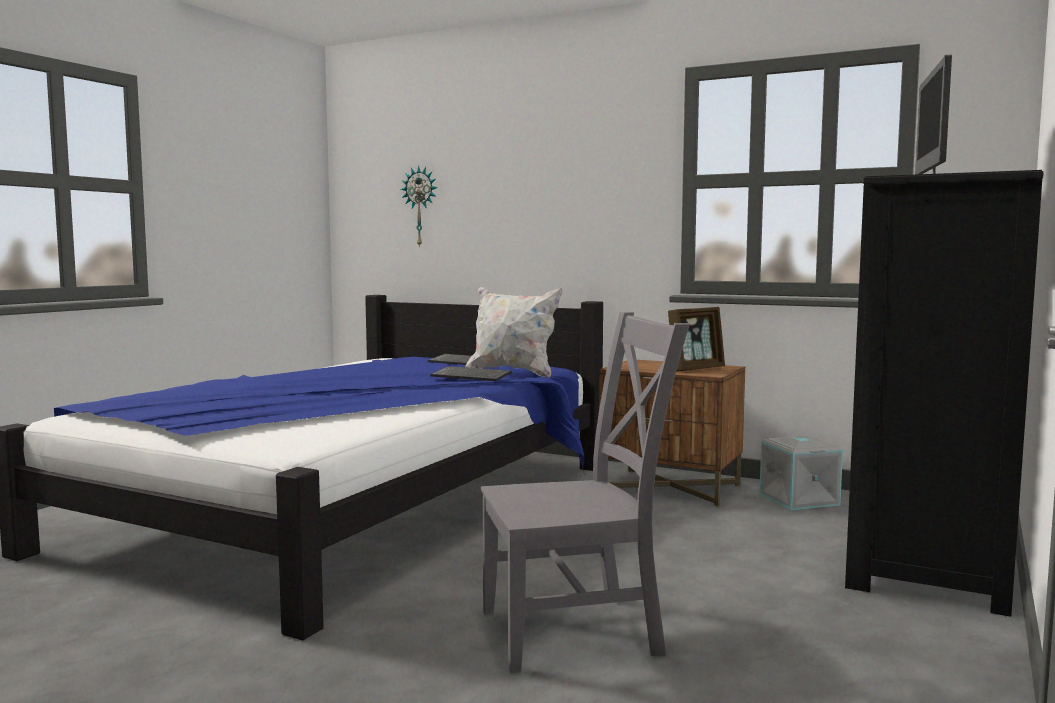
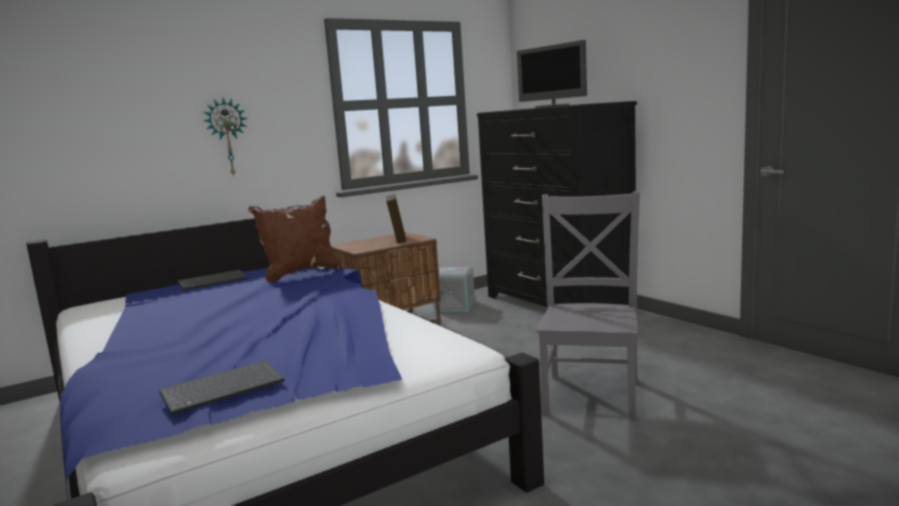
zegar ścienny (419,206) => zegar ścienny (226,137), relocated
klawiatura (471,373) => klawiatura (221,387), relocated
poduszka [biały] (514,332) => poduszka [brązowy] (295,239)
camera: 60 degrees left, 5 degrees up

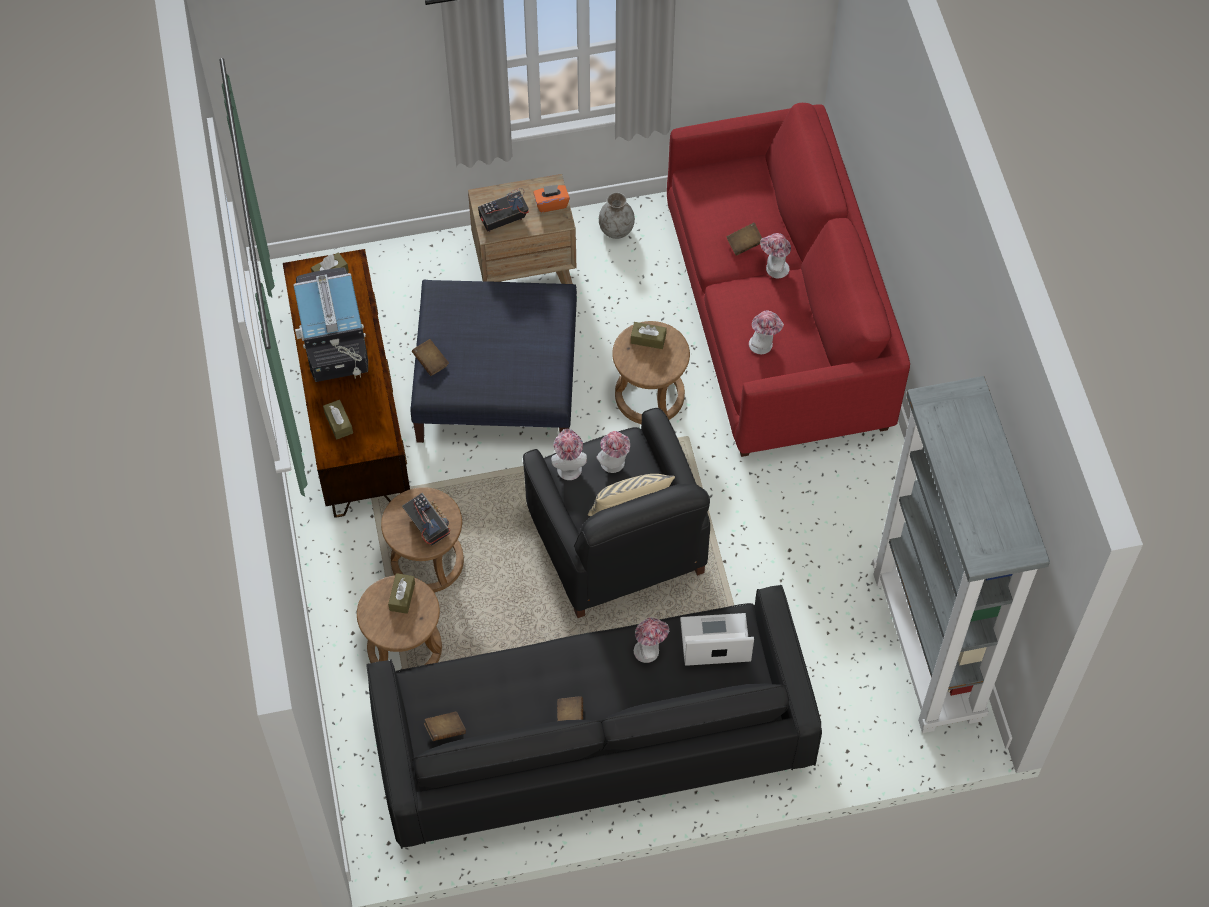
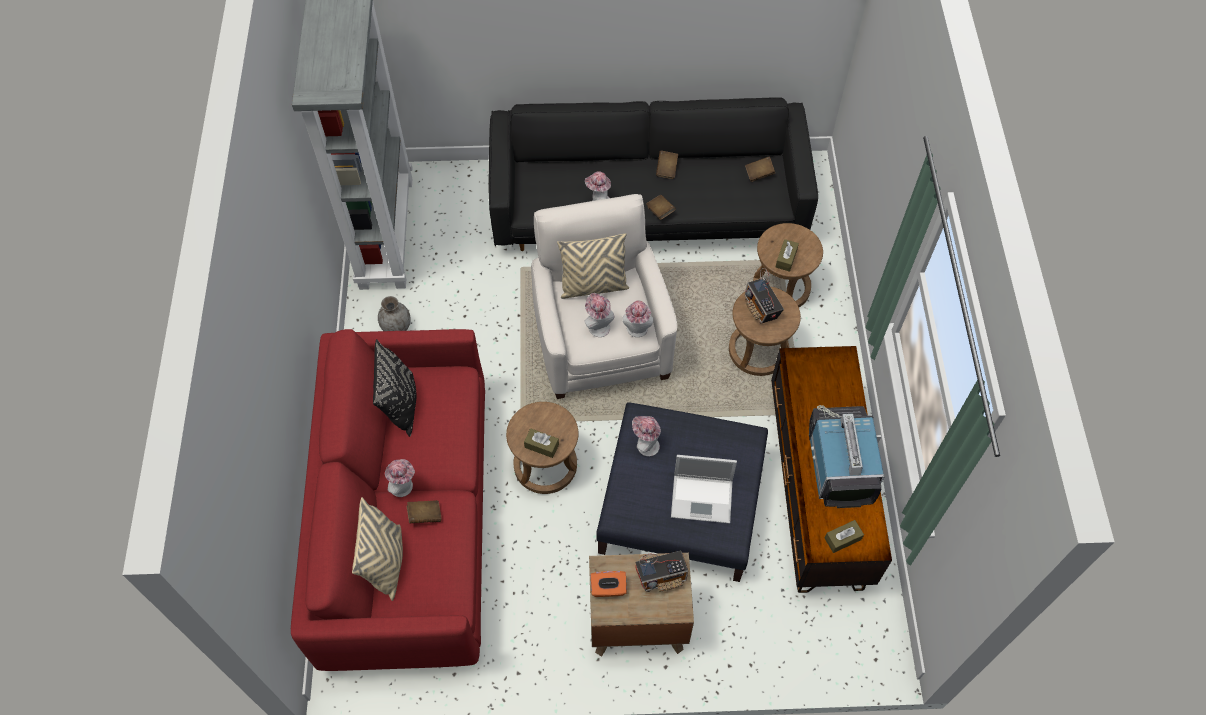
pudełko chusteczek [brązowy] (338,420) => nothing
nothing => poduszka [beżowy] (377,549)
nothing => poduszka [czarny] (394,388)
książka [brązowy] (430,357) => książka [brązowy] (661,207), relocated
wazon [szary] (617,215) => wazon [szary] (394,313), relocated
laptop (717,639) => laptop (704,489), relocated
kapelusz (766,332) => kapelusz (646,436), relocated
fotel [czarny] (616,513) => fotel [biały] (604,296)
camera: 170 degrees left, 0 degrees up

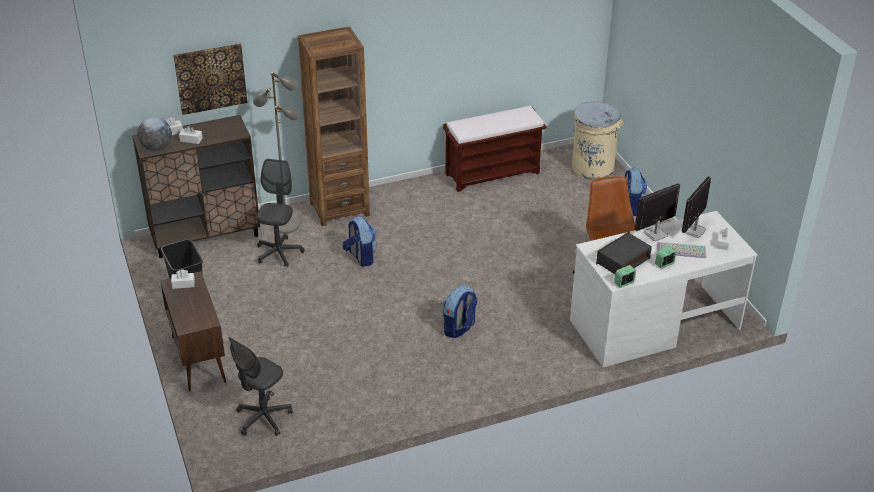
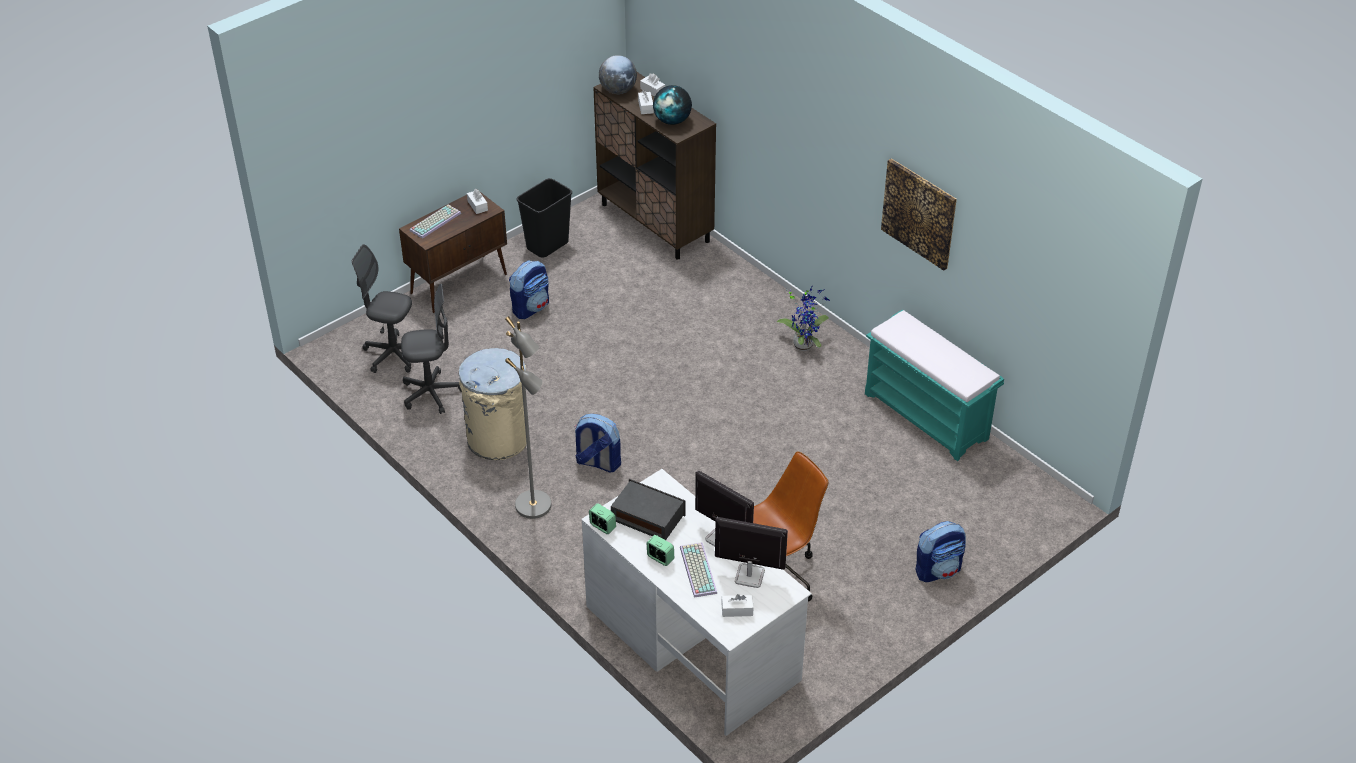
regał [brązowy] (334,126) => nothing
nothing => klawiatura (435,222)
nothing => globus (672,105)
nothing => roślina doniczkowa (803,318)
obraz (210,79) => obraz (919,214), relocated
lampa stojąca [szary] (276,153) => lampa stojąca [szary] (528,417), relocated
krzesło biurowe [szary] (280,213) => krzesło biurowe [szary] (431,349), relocated
plecak (360,241) => plecak (529,289), relocated
kosz na śmieci [beżowy] (598,141) => kosz na śmieci [beżowy] (493,404), relocated
ławka [brązowy] (495,149) => ławka [turkusowy] (934,385)
camera: 70 degrees right, 5 degrees up

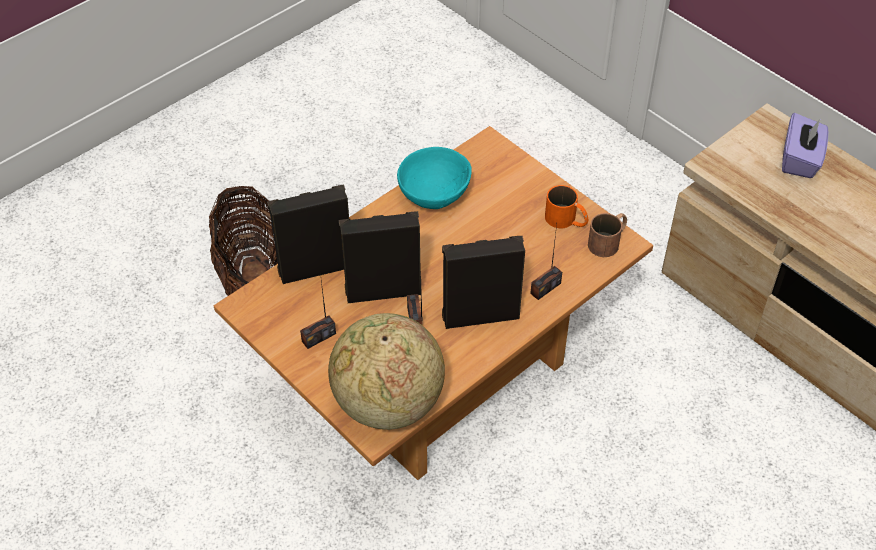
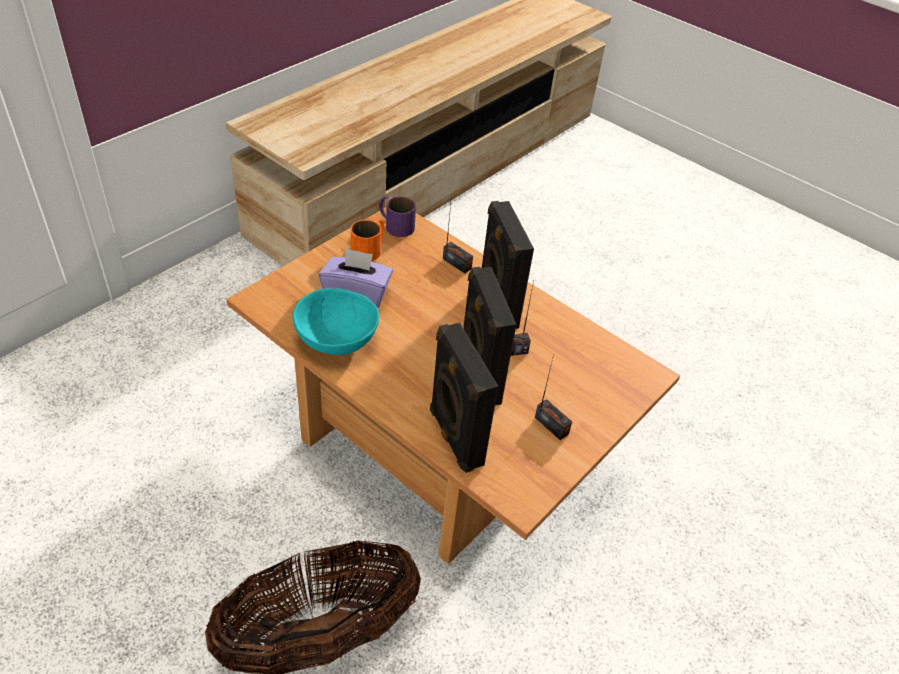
globus (386,371) => nothing
pudełko chusteczek [fioletowy] (805,145) => pudełko chusteczek [fioletowy] (356,278), relocated
kubek [brązowy] (607,235) => kubek [fioletowy] (397,216)
camera: 100 degrees left, 5 degrees down

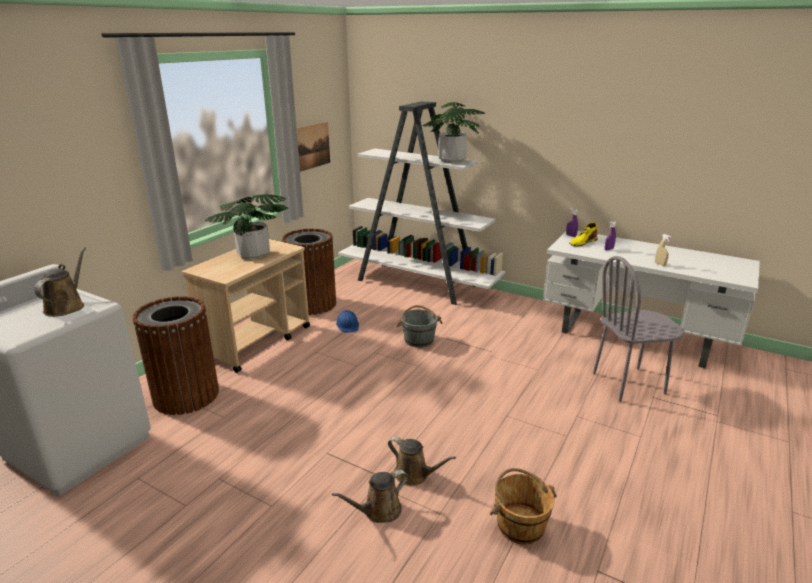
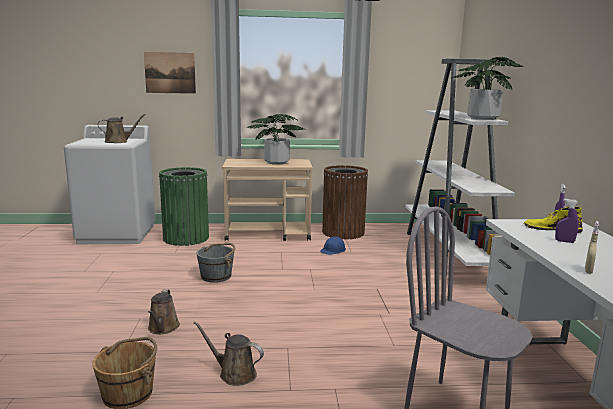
obraz (313,147) => obraz (170,73), relocated
konewka [brązowy] (370,496) => konewka [brązowy] (228,353), relocated
wiadro [szary] (419,326) => wiadro [szary] (215,263), relocated
kosz na śmieci [brązowy] (176,355) => kosz na śmieci [zielony] (184,206)
camera: 55 degrees right, 10 degrees down

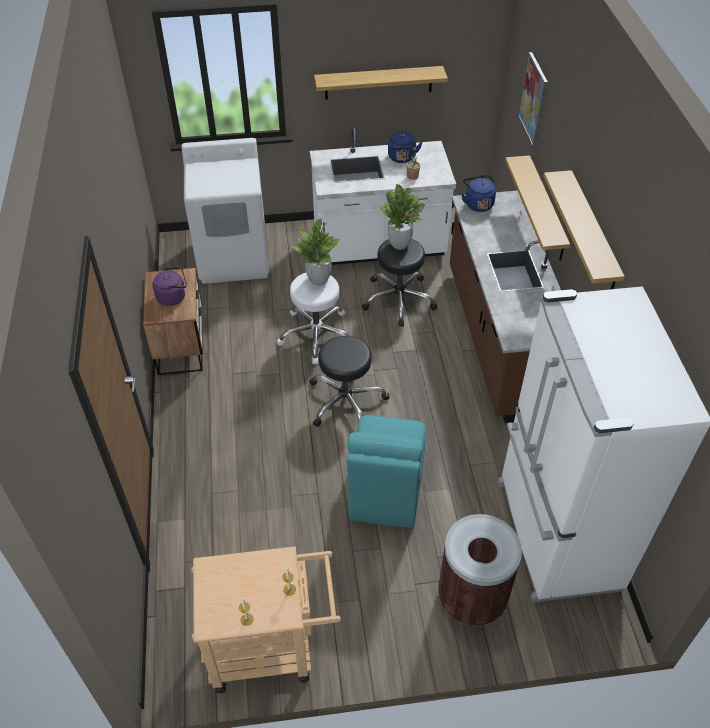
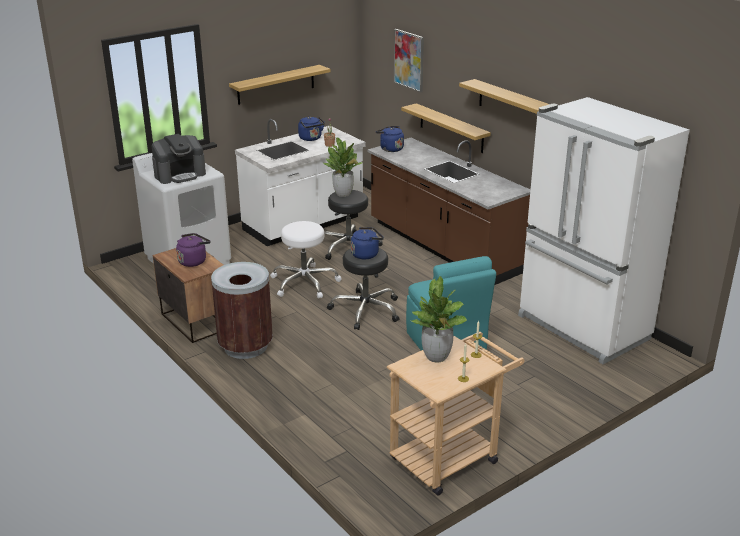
nothing => ekspres do kawy (179,159)
nothing => czajnik [niebieski] (367,243)
roślina doniczkowa (316,251) => roślina doniczkowa (439,319), relocated
kosz na śmieci [brązowy] (480,570) => kosz na śmieci [brązowy] (242,310), relocated
camera: 30 degrees left, 20 degrees down

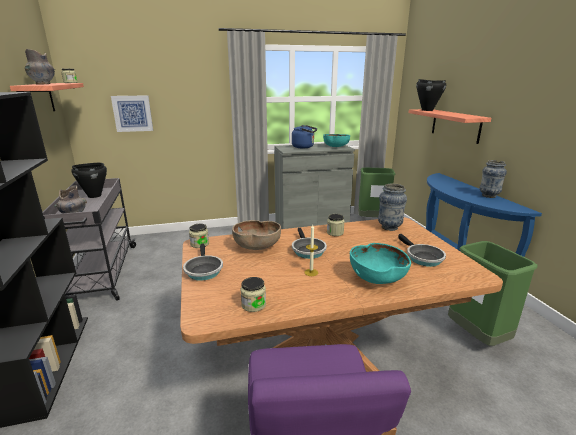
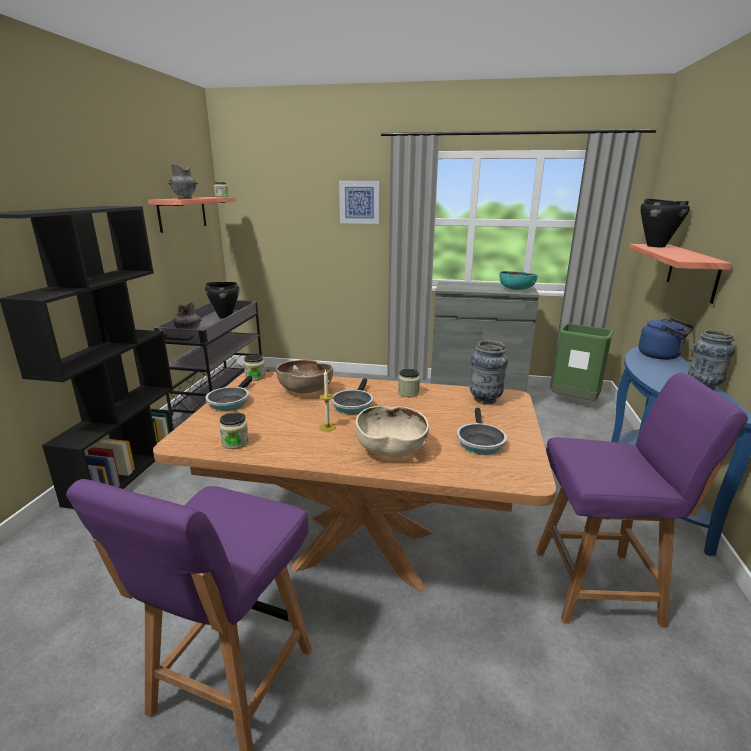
obraz (132,113) => obraz (359,202), relocated
czajnik [niebieski] (304,136) => czajnik [niebieski] (666,339), relocated
kosz na śmieci [zielony] (493,293) => krzesło [fioletowy] (642,500)
miska [turkusowy] (380,263) => miska [beżowy] (392,431)
camera: 25 degrees right, 0 degrees up

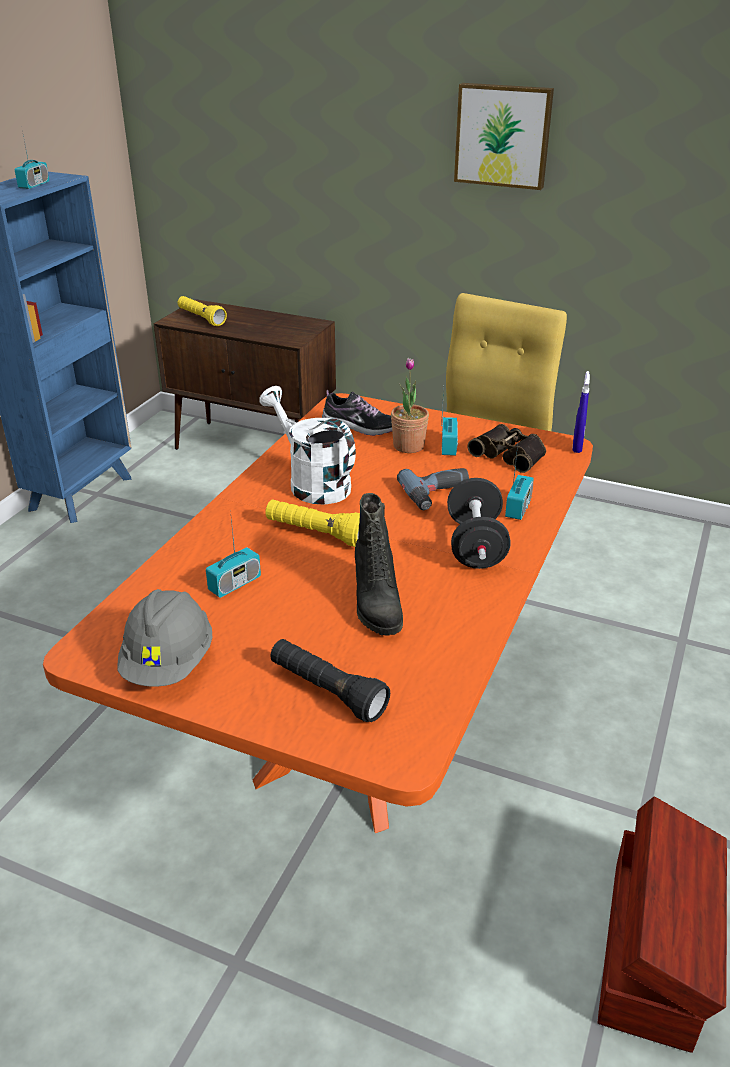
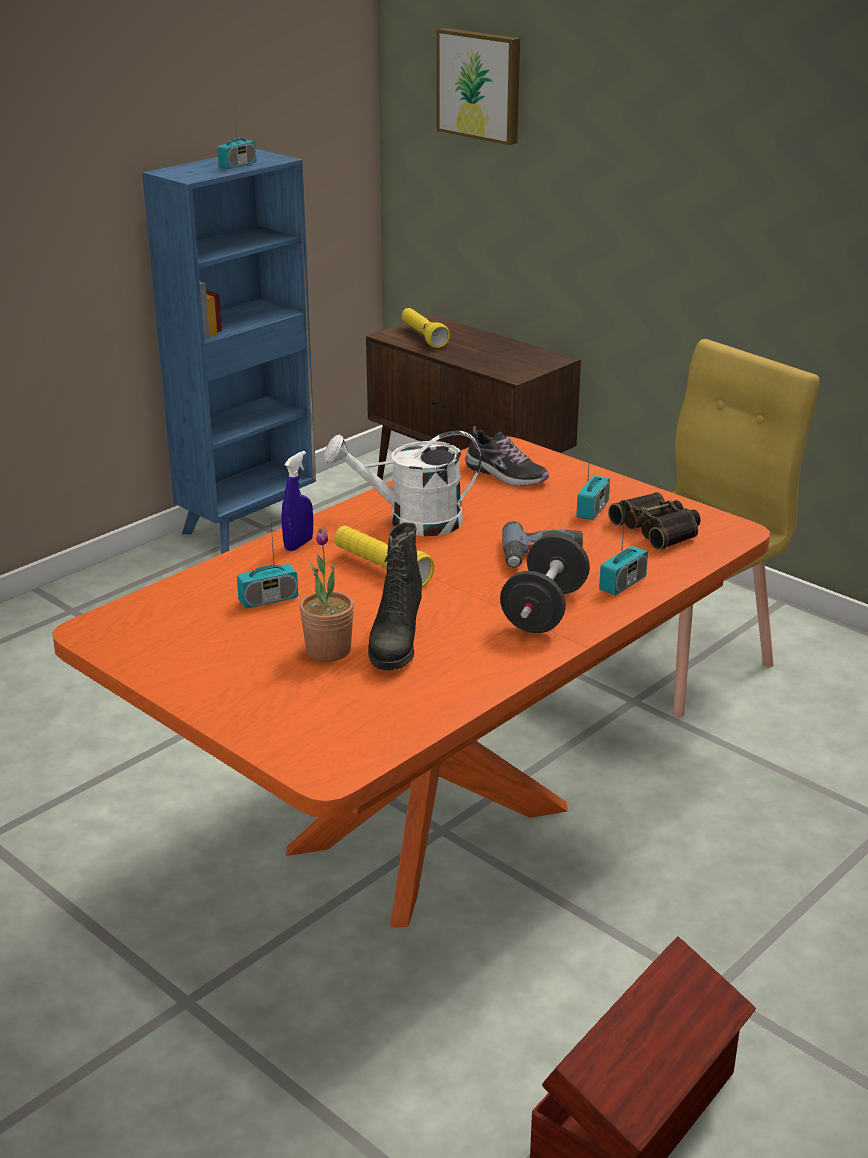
kask [szary] (164,638) => nothing
latarka [czarny] (330,680) => nothing
roślina doniczkowa (410,405) => roślina doniczkowa (326,595), relocated
obraz (504,136) => obraz (478,86), relocated
spryskiwacz [niebieski] (581,412) => spryskiwacz [niebieski] (297,501), relocated
konewka [biały] (307,445) => konewka [biały] (402,483), 75 degrees counterclockwise
camera: 20 degrees right, 5 degrees down

